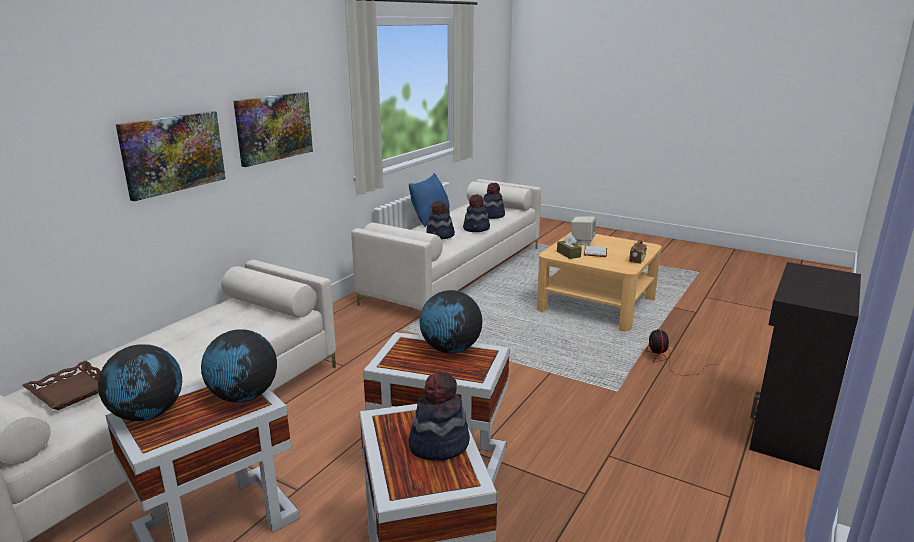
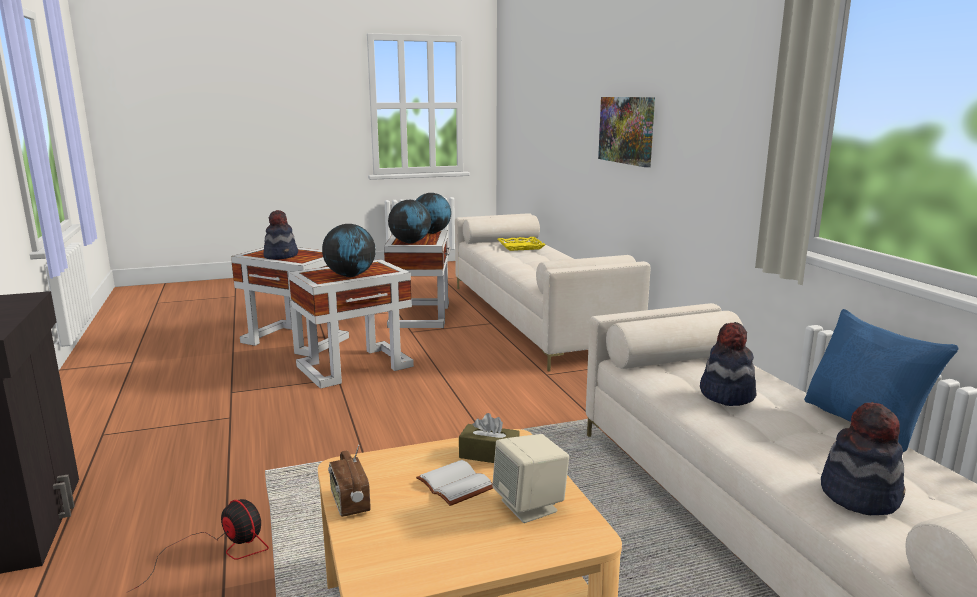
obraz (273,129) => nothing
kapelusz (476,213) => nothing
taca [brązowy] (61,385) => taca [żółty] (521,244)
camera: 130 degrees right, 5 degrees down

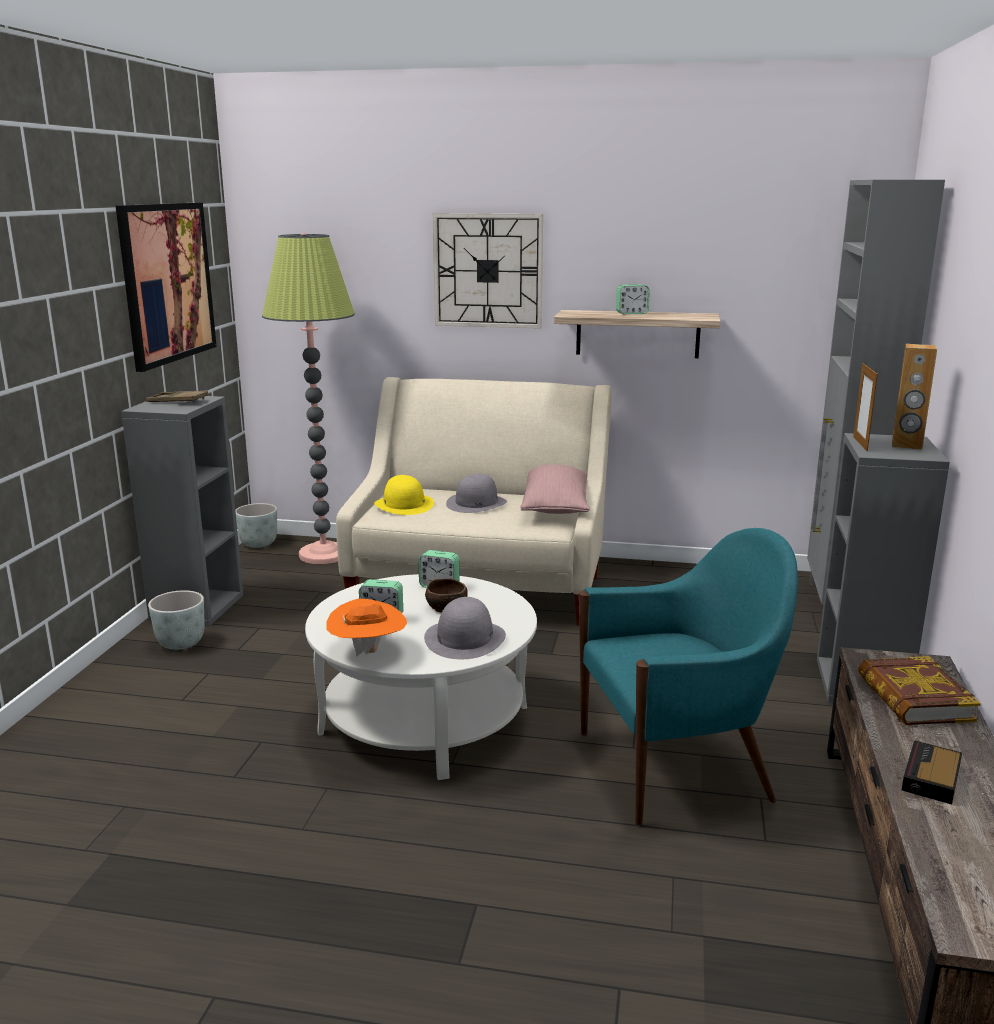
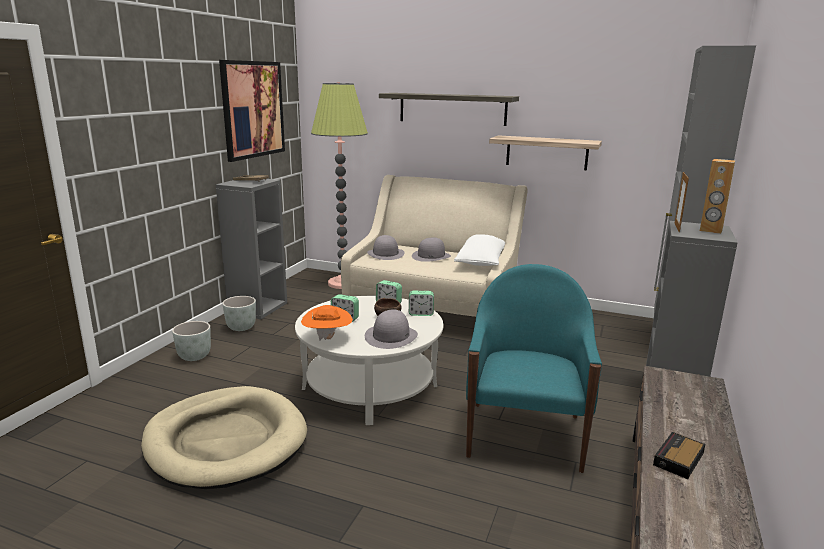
książka (919,690) => nothing
nothing => legowisko [beżowy] (224,437)
donica [szary] (256,525) => donica [szary] (191,341), relocated
budzik (633,299) => budzik (421,303), relocated
zegar ścienny (488,271) => półka (449,109)
kapelusz [żółty] (404,495) => kapelusz [szary] (385,247)
poduszka [różowy] (555,489) => poduszka [biały] (479,250)
fotel [turkusowy] (688,676) => fotel [turkusowy] (534,368), 75 degrees counterclockwise
camera: 10 degrees right, 0 degrees up

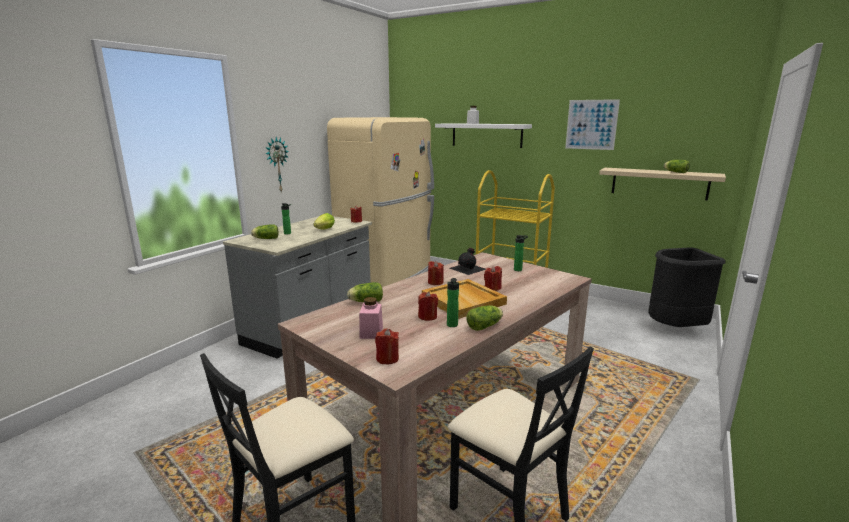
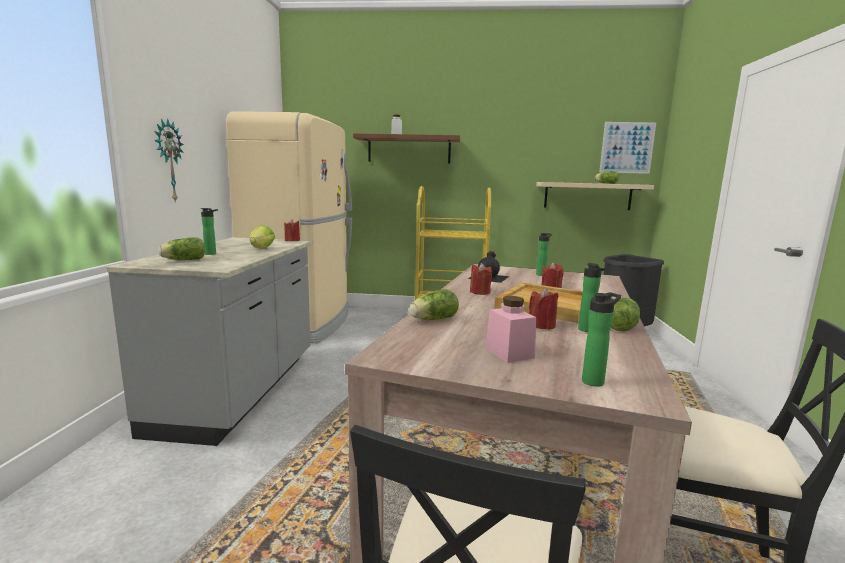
obraz (592,124) => obraz (627,148), relocated
świeca [czerwony] (387,346) => butelka (601,339)
półka [biały] (483,135) => półka [brązowy] (406,148)
camera: 25 degrees left, 5 degrees down

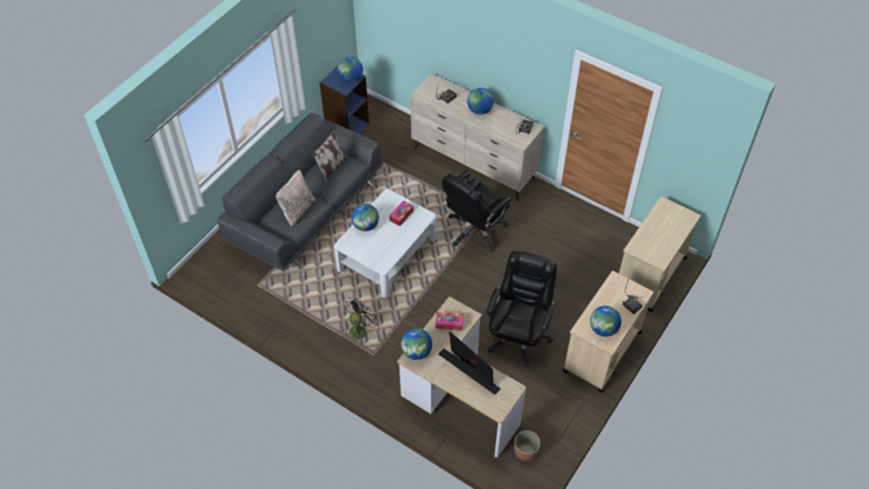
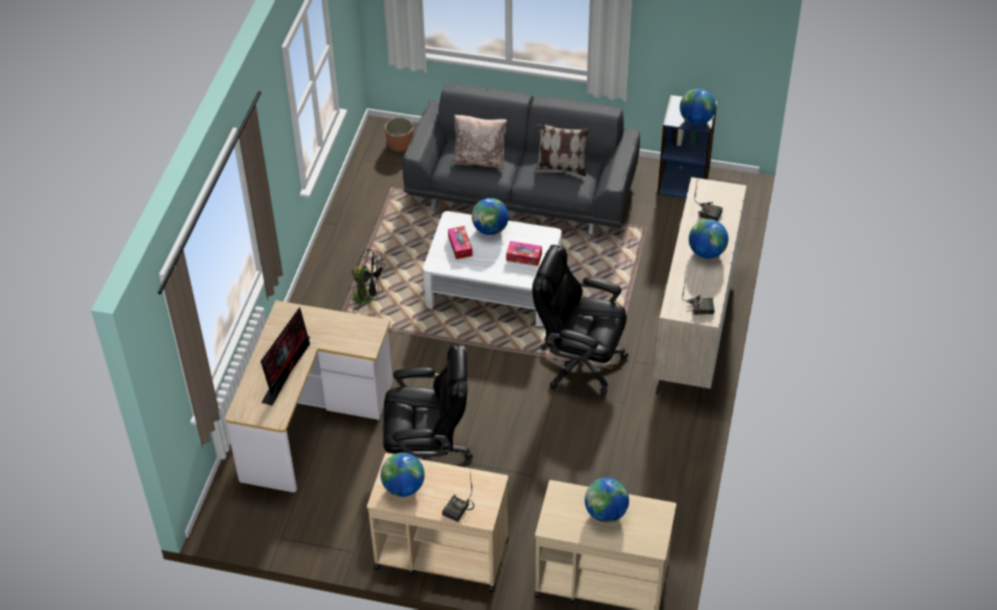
globus (416,344) => globus (607,500), relocated
pudełko chusteczek (450,321) => pudełko chusteczek (460,242), relocated
donica (527,445) => donica (399,134), relocated
camera: 70 degrees right, 5 degrees down

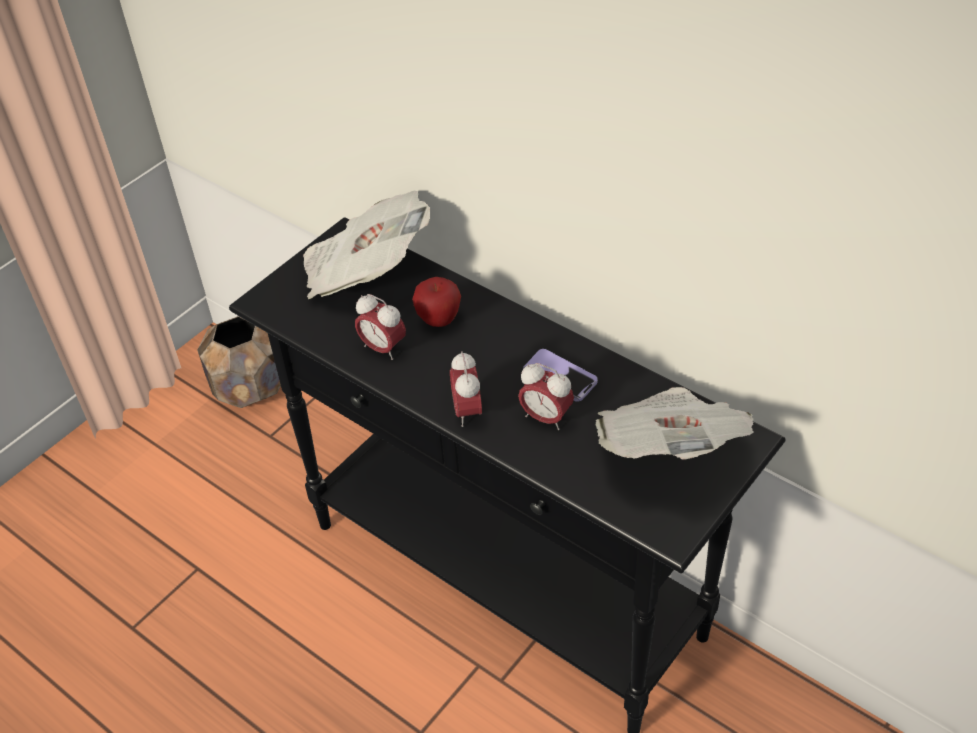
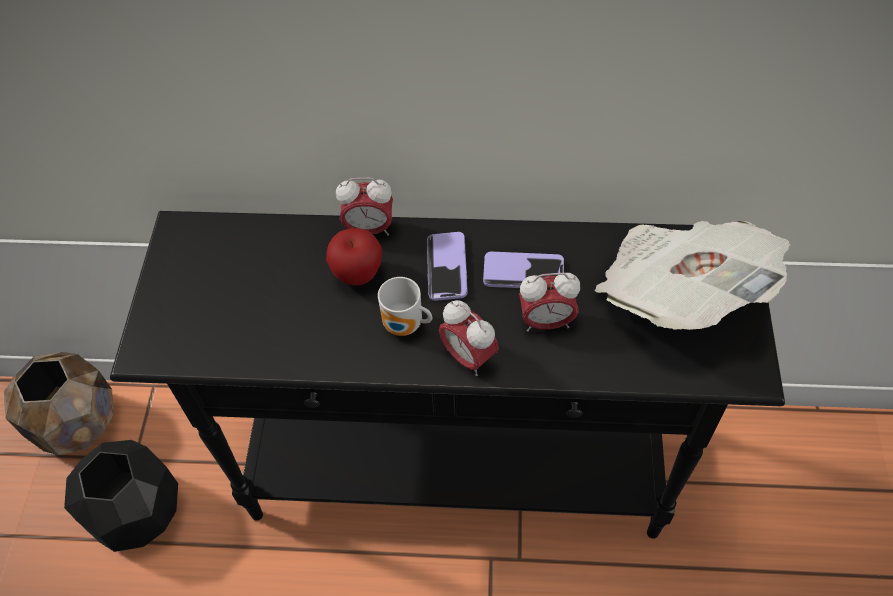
gazeta (366,245) => nothing
nothing => donica [czarny] (121,496)
nothing => kubek (405,306)
nothing => telefon (447,266)
budzik (380,327) => budzik (364,206), relocated
camera: 35 degrees left, 10 degrees up

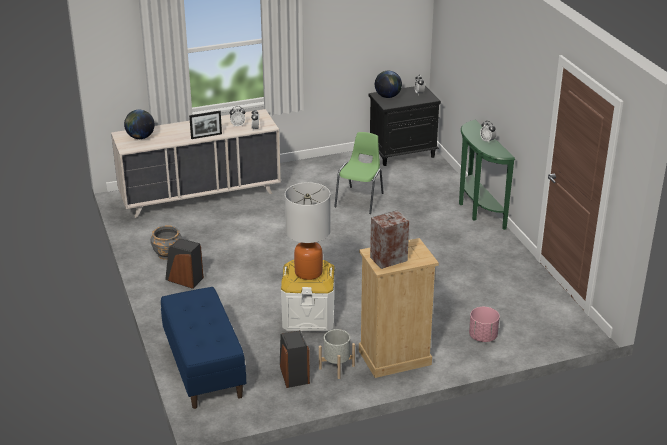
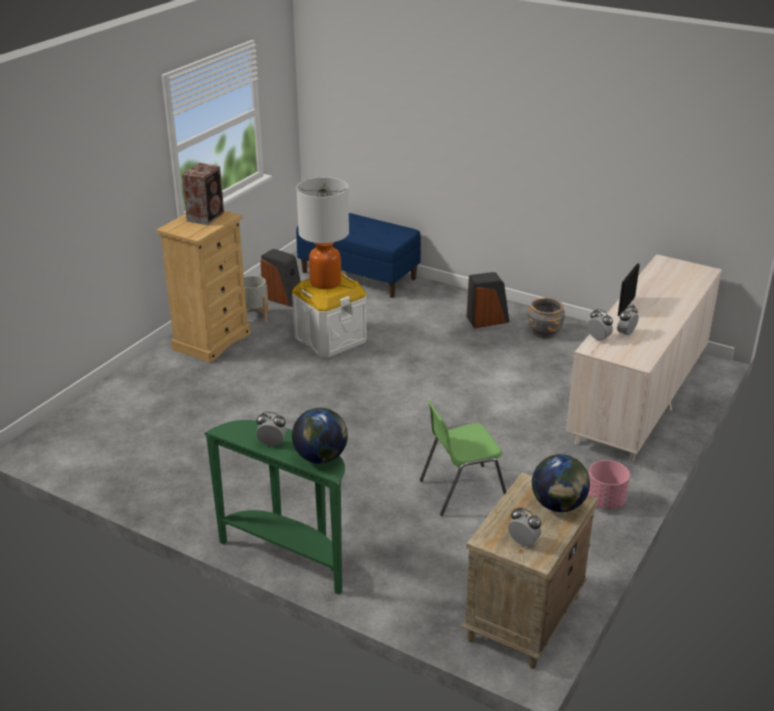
globus (139,124) => globus (320,436), relocated
donica [różowy] (484,324) => donica [różowy] (609,485), relocated
szafka nocna [czarny] (405,126) => szafka nocna [beżowy] (529,571)
krzesło [zielony] (359,173) => krzesło [zielony] (463,458), 90 degrees clockwise
camera: 140 degrees right, 0 degrees up

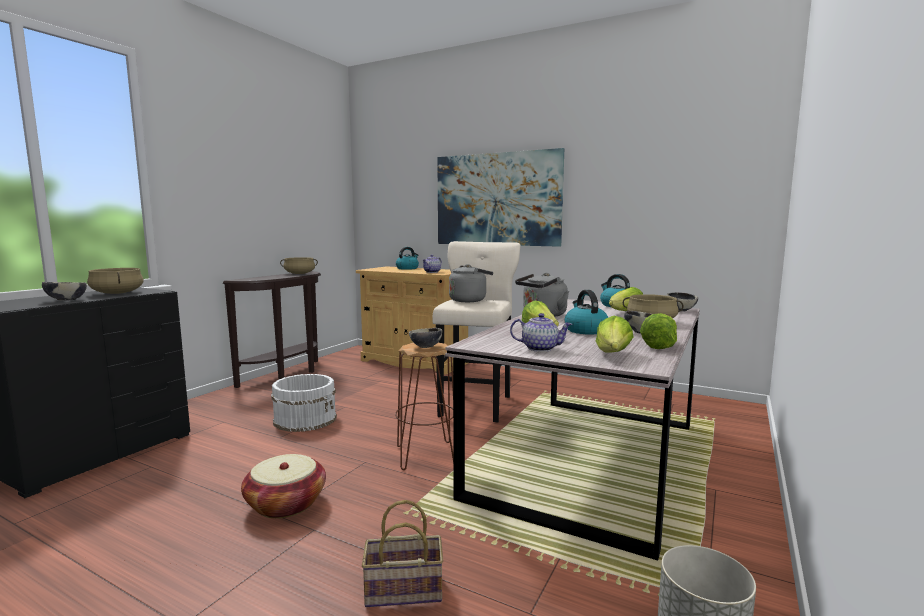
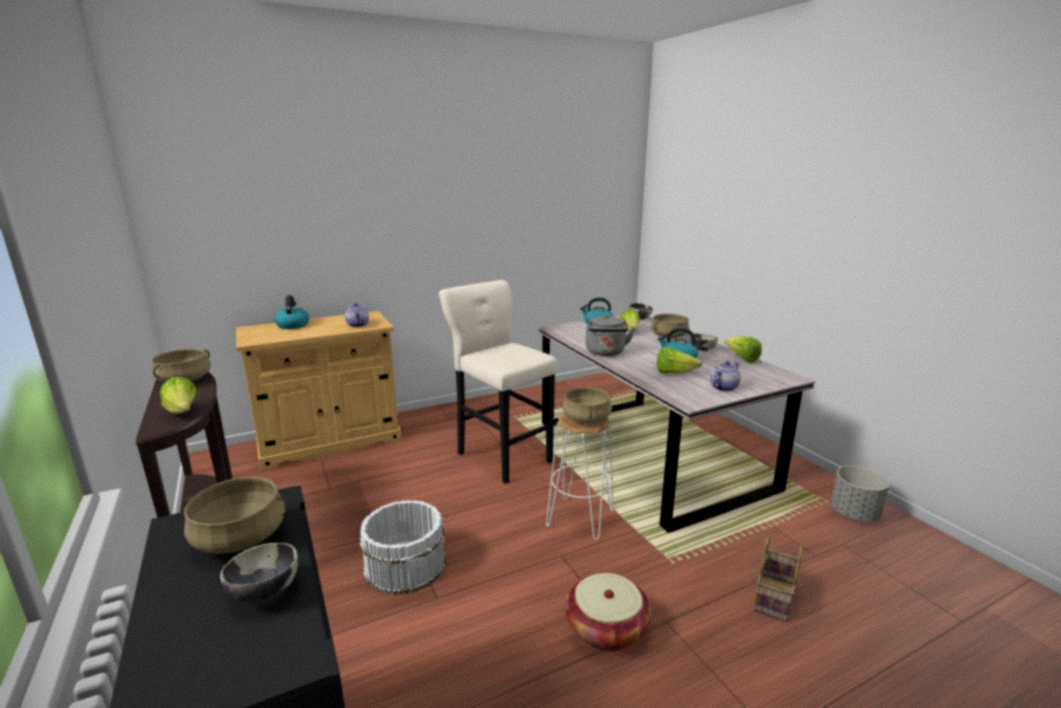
obraz (500,197) => nothing
czajnik [szary] (471,283) => nothing
sałata (614,334) => sałata (178,395), relocated
miska (425,338) => garnek [beżowy] (587,405)
stołek [brązowy] (424,406) => stołek [biały] (580,476)
camera: 55 degrees left, 10 degrees up

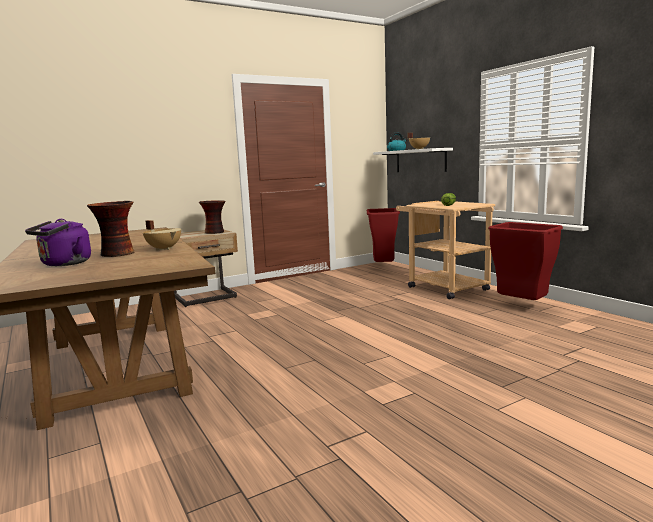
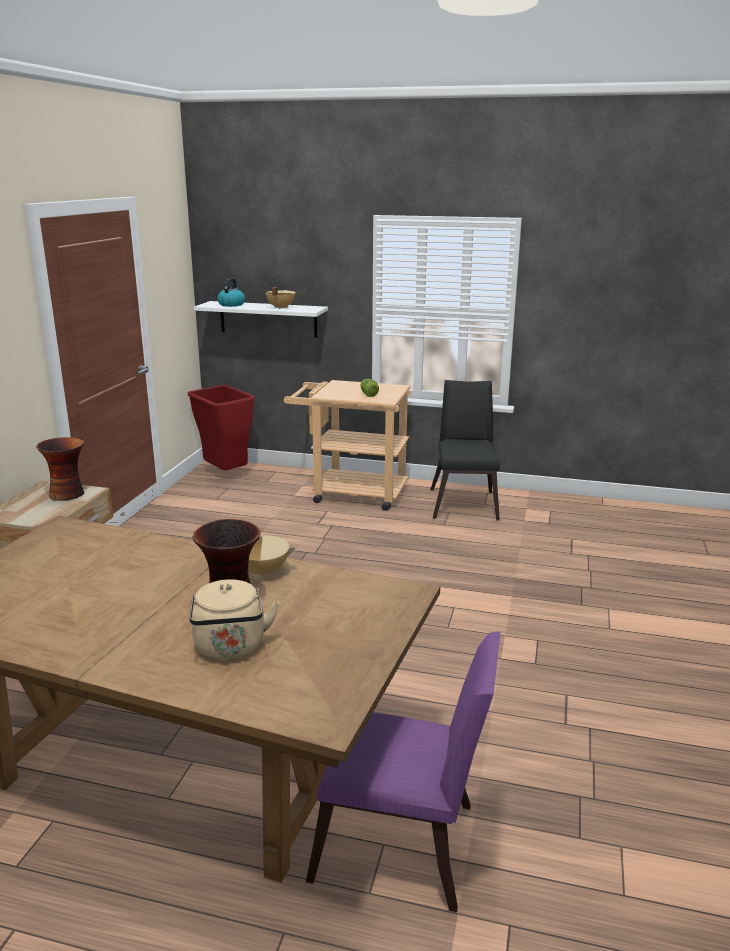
nothing => krzesło [fioletowy] (403,772)
kosz na śmieci [czerwony] (525,261) => krzesło [czarny] (465,450)
czajnik [fioletowy] (58,242) => czajnik [beżowy] (234,619)
camera: 45 degrees left, 10 degrees up

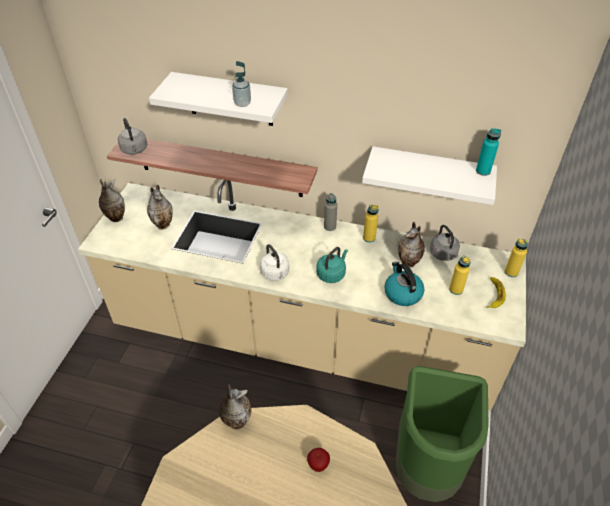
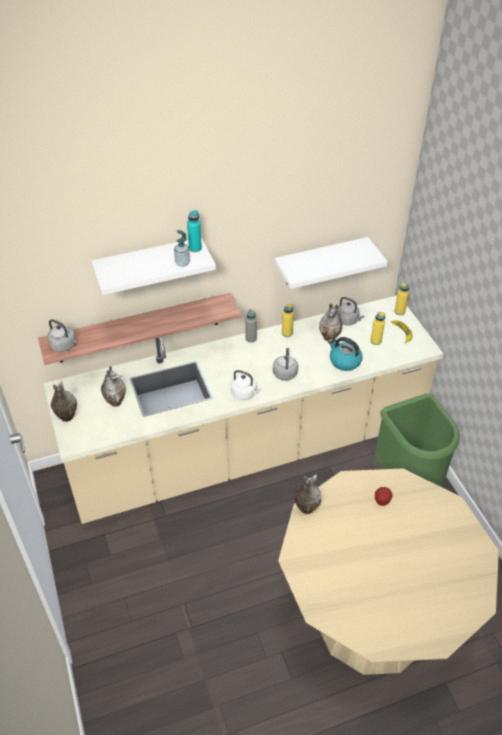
butelka [turkusowy] (488,152) => butelka [turkusowy] (194,231), relocated
czajnik [turkusowy] (332,265) => czajnik [szary] (285,364)
camera: 35 degrees left, 0 degrees up

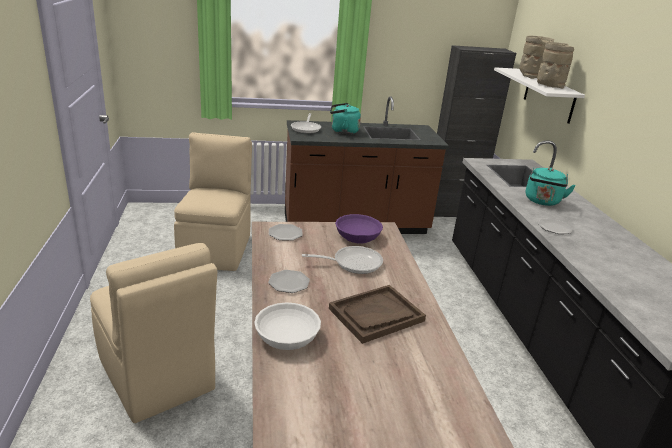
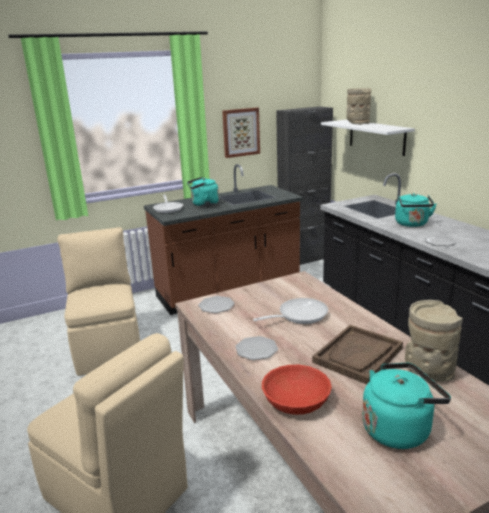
miska [fioletowy] (359,228) => nothing
nothing => obraz (241,133)
nothing => czajnik [turkusowy] (406,406)
wazon [beżowy] (555,65) => wazon [beżowy] (434,341), relocated
miska [biały] (287,326) => miska [czerwony] (297,390)
camera: 15 degrees left, 5 degrees down

